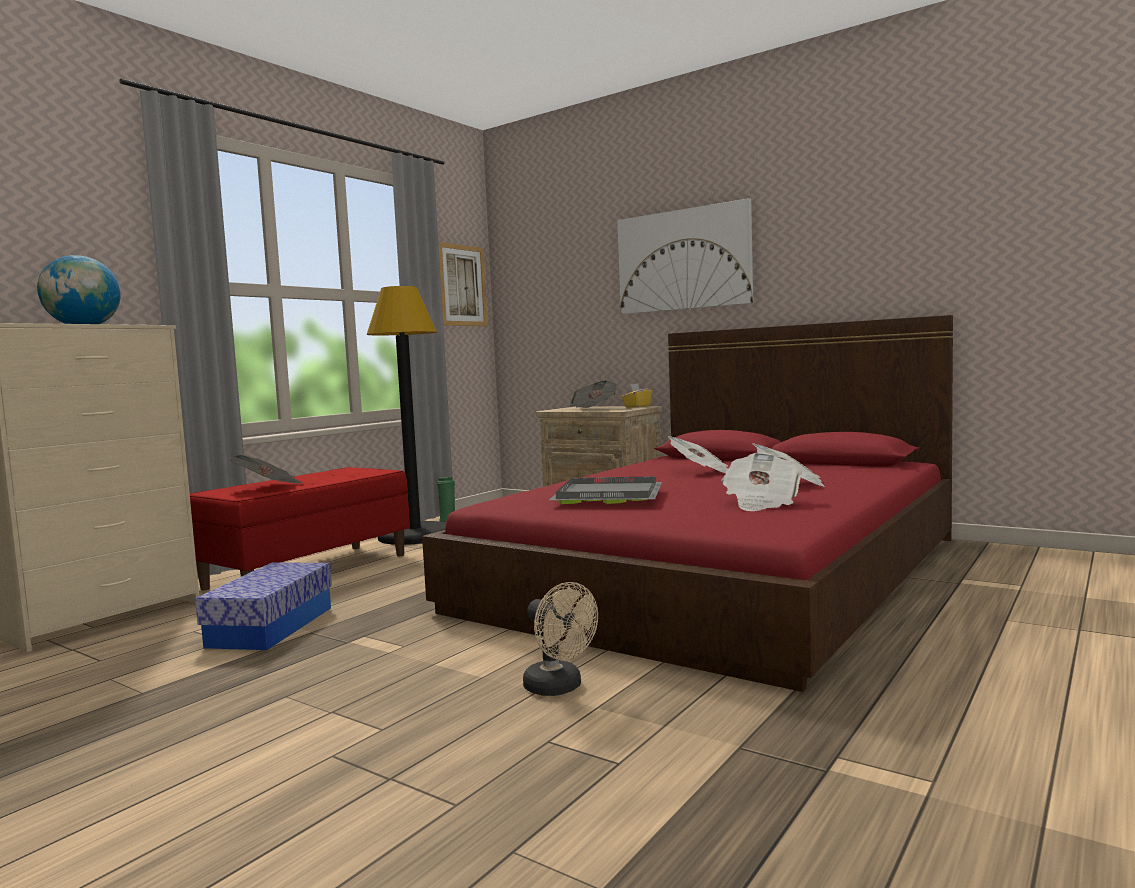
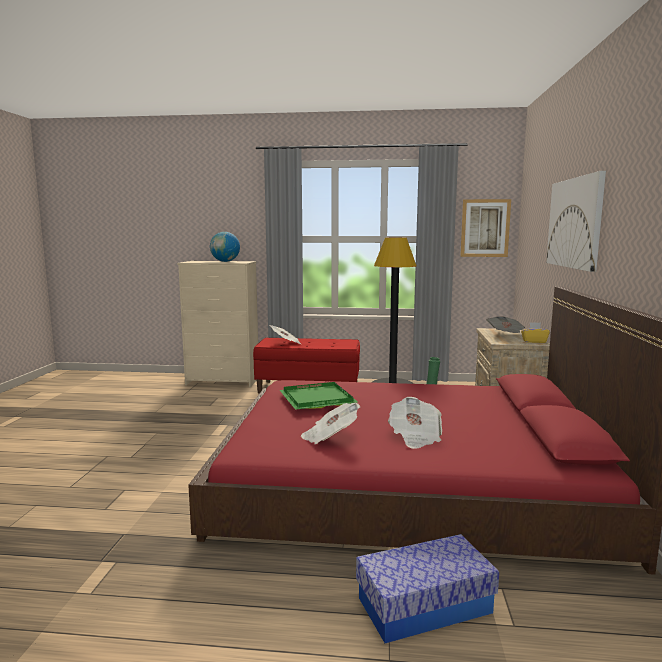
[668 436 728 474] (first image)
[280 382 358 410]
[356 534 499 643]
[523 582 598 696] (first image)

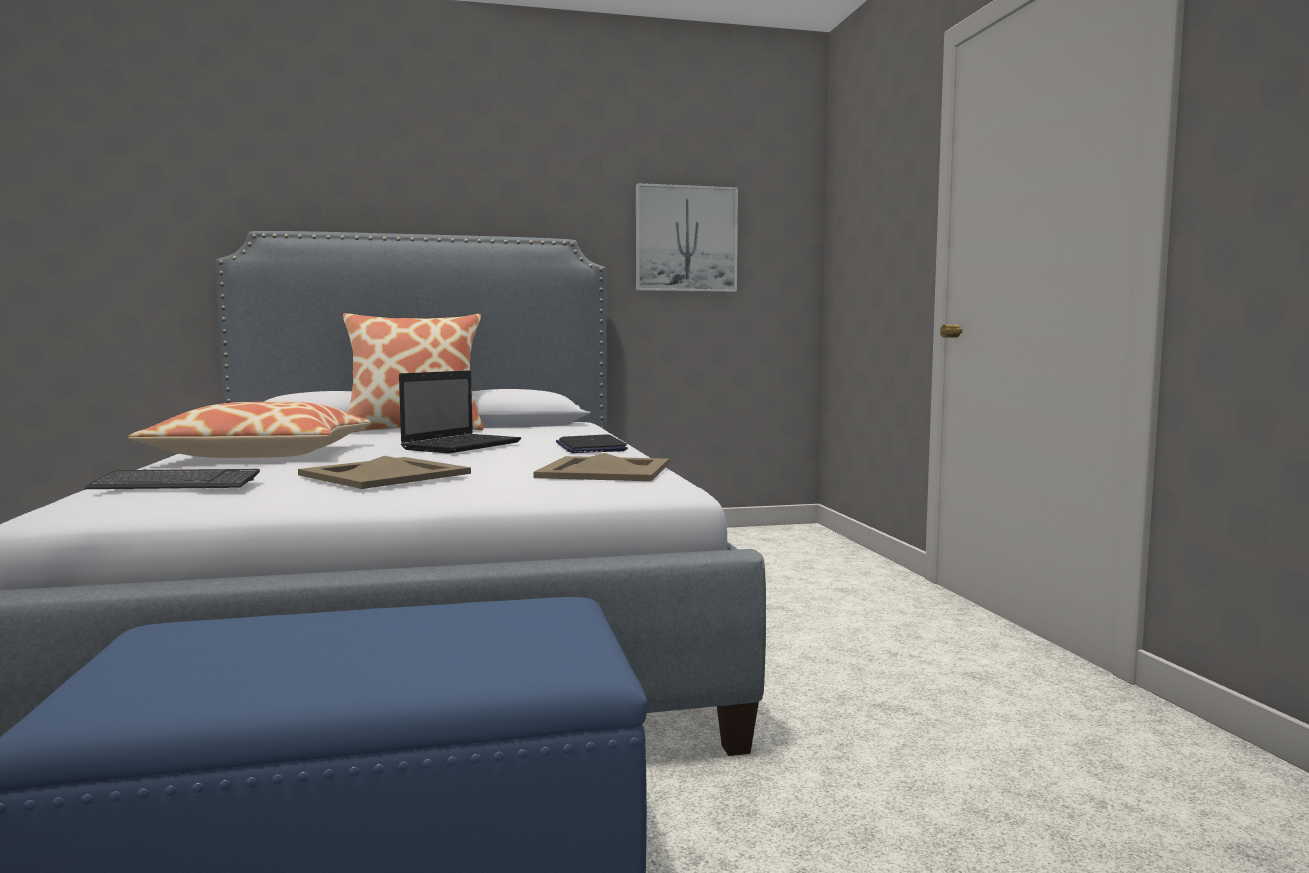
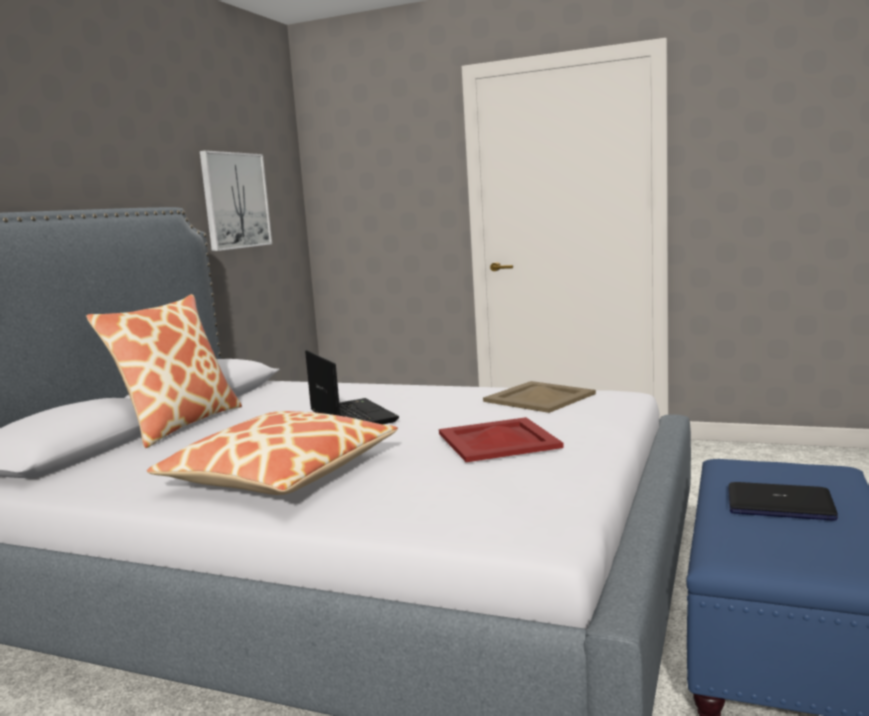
[728 482 838 521]
[439 417 564 462]
[85 469 260 489] (first image)

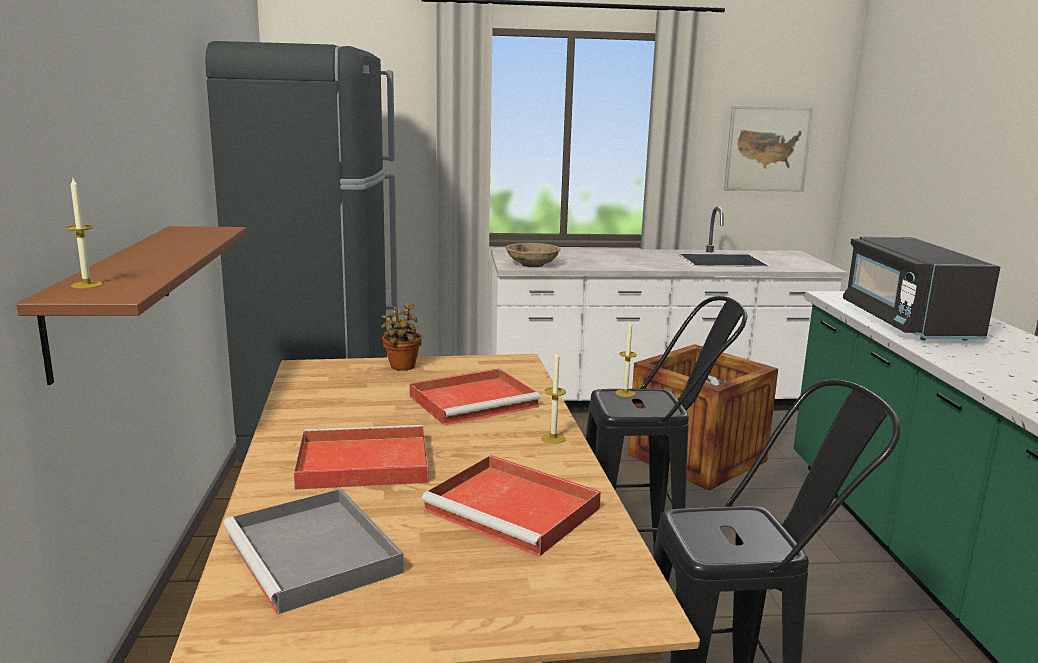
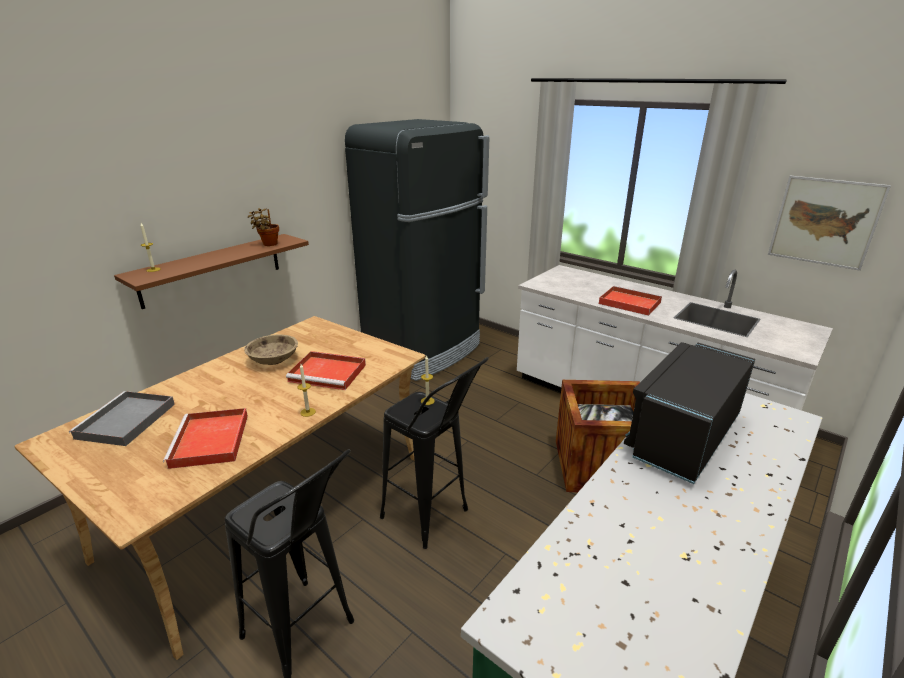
[244 334 298 365]
[248 208 279 246]
[599 286 662 316]

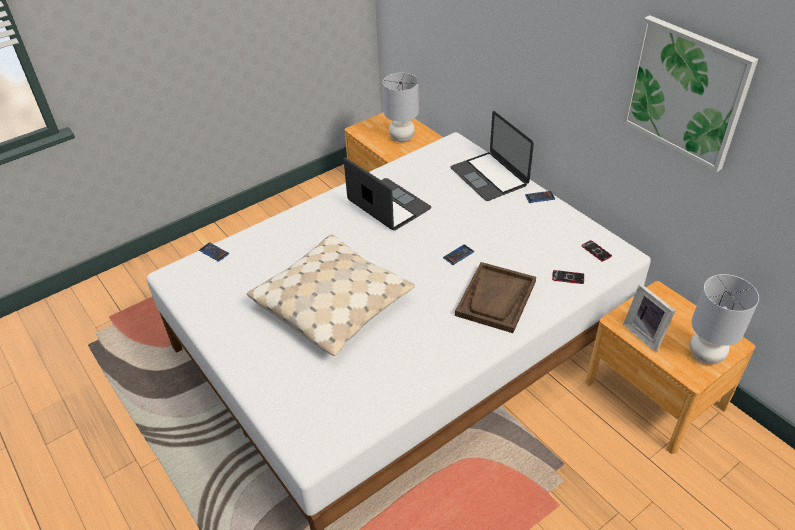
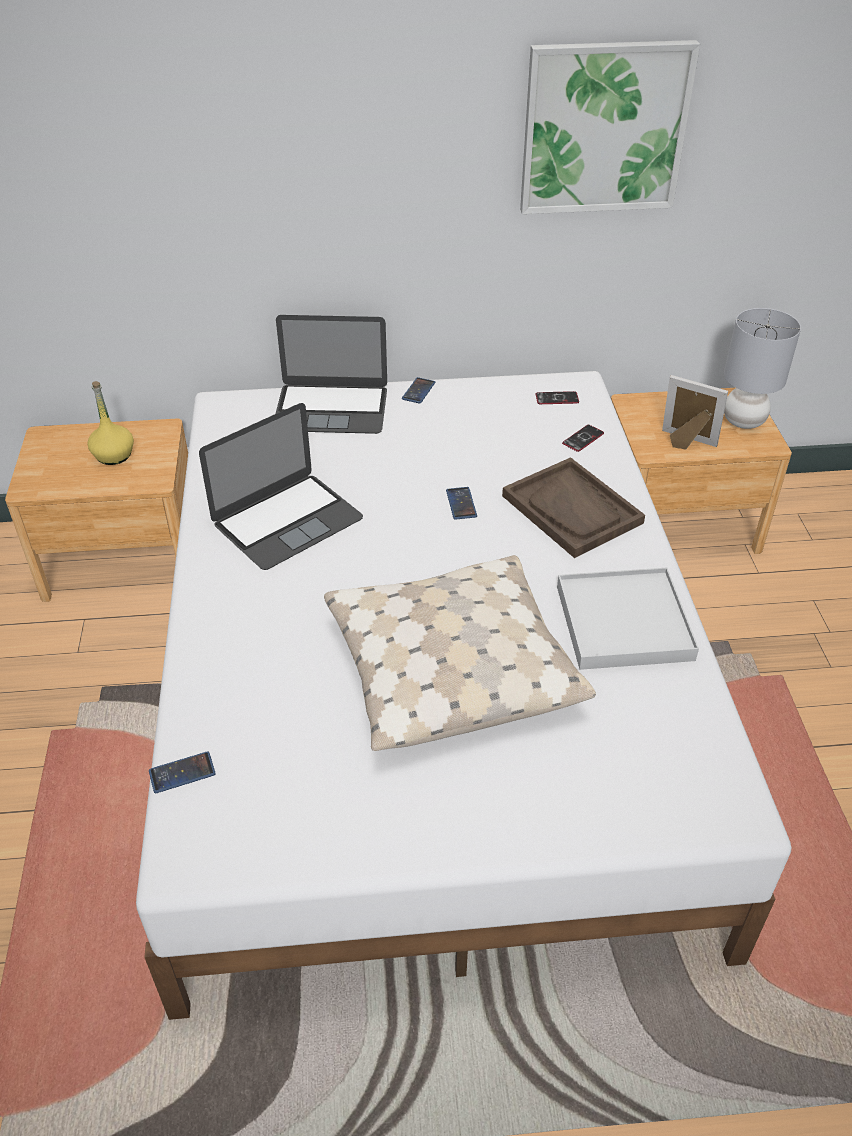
[87 381 134 465]
[199 403 363 570]
[662 375 728 449]
[557 568 699 670]

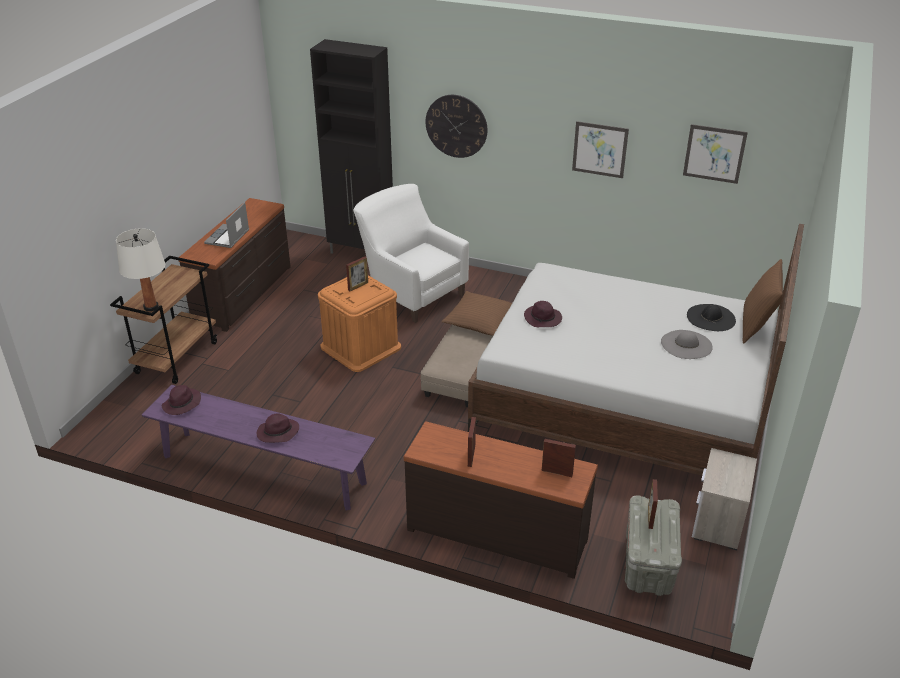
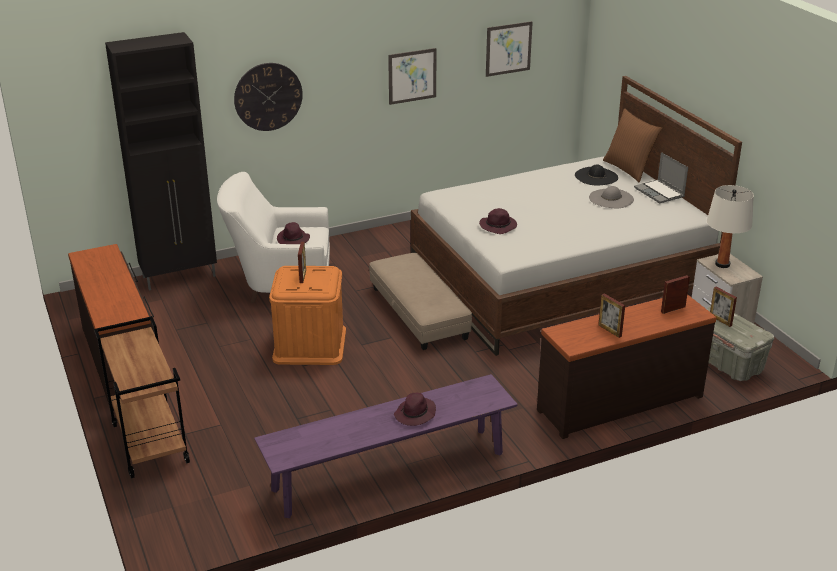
[634 152 688 203]
[707 185 754 268]
[442 291 512 336] (first image)
[277 222 310 244]

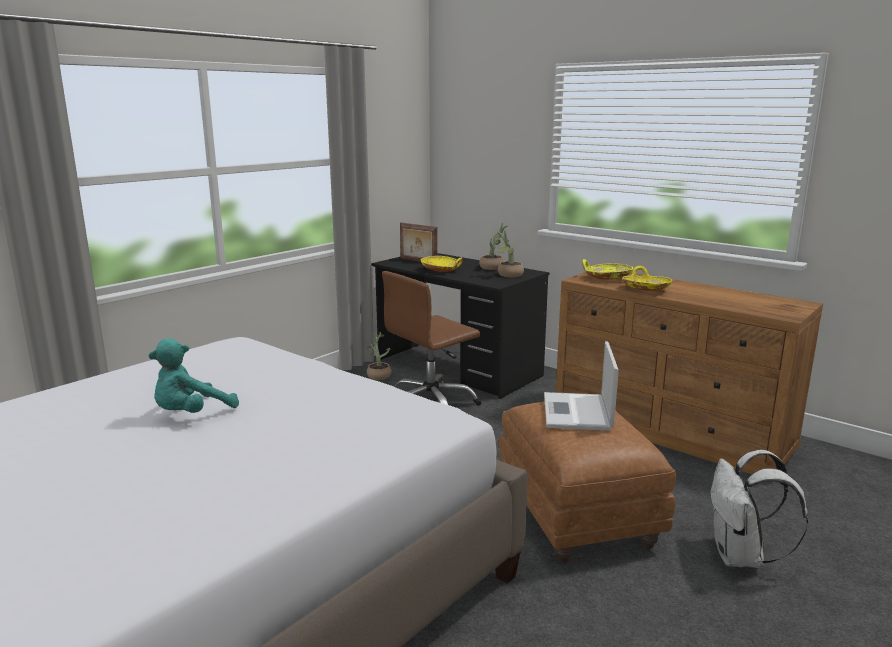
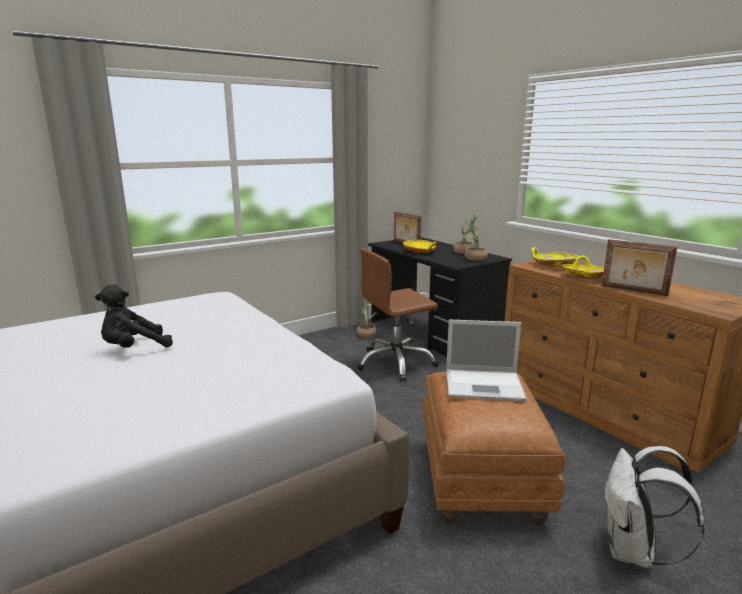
[95 284 173 348]
[446 320 527 401]
[602 239 677 296]

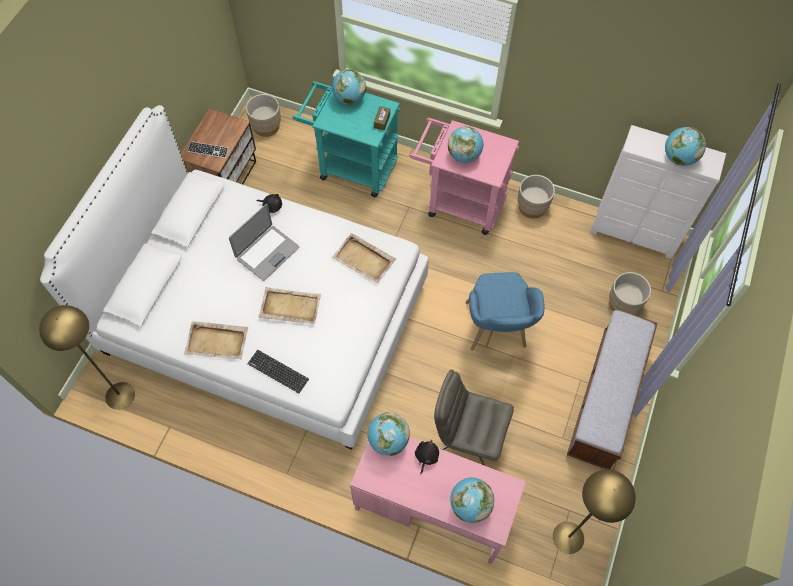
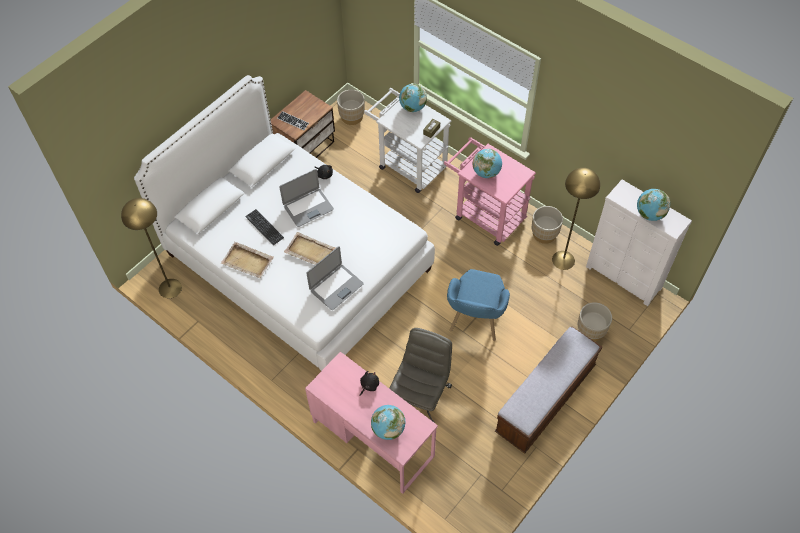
[364 88 452 193]
[332 233 396 283] (first image)
[245 209 284 245]
[389 328 452 423]
[367 412 410 456] (first image)
[552 168 600 270]
[306 246 364 310]

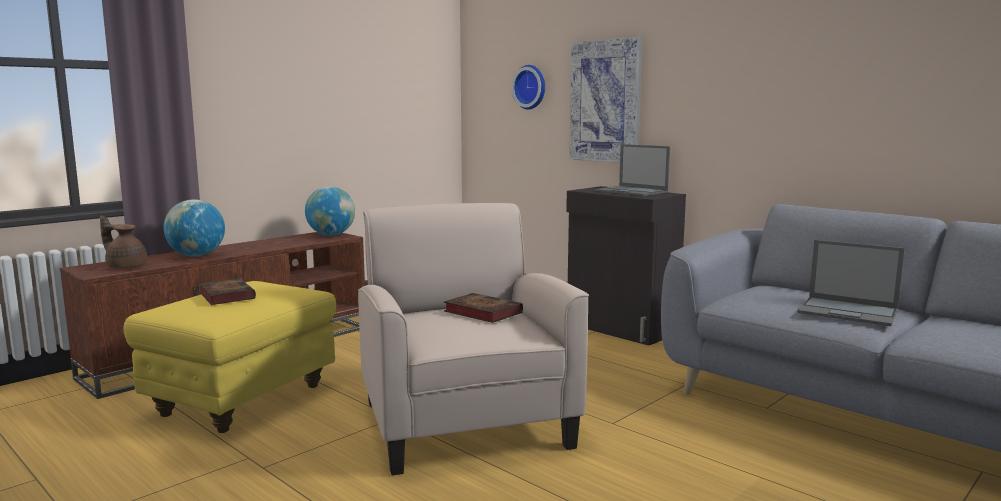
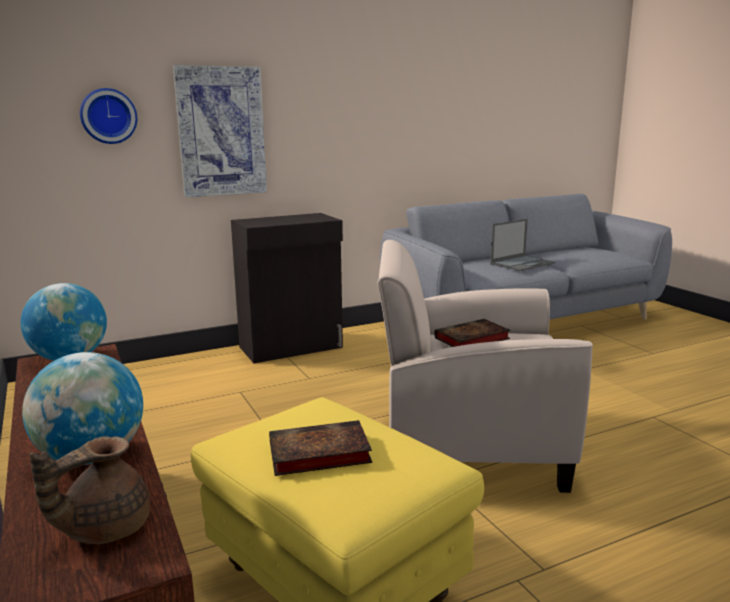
[595 144 670 196] (first image)

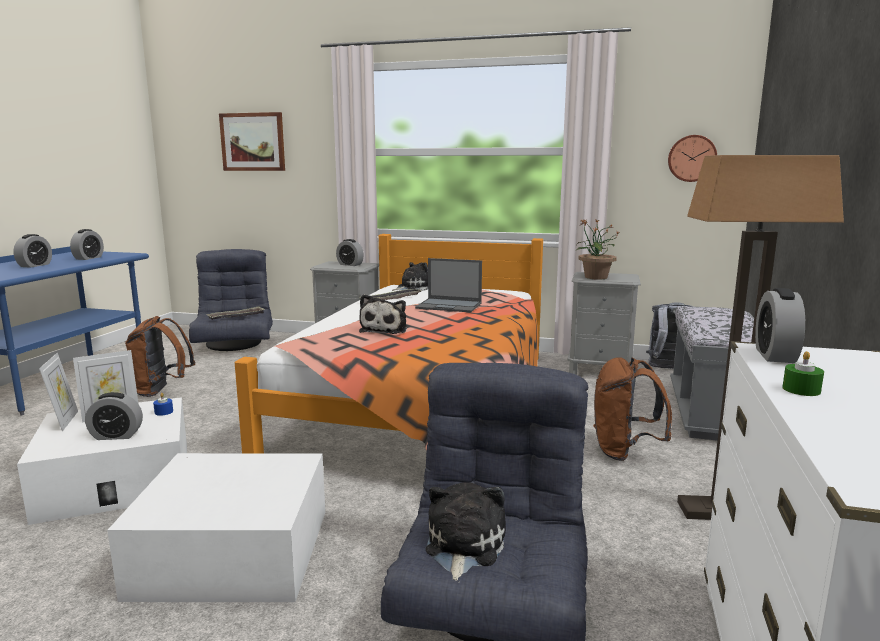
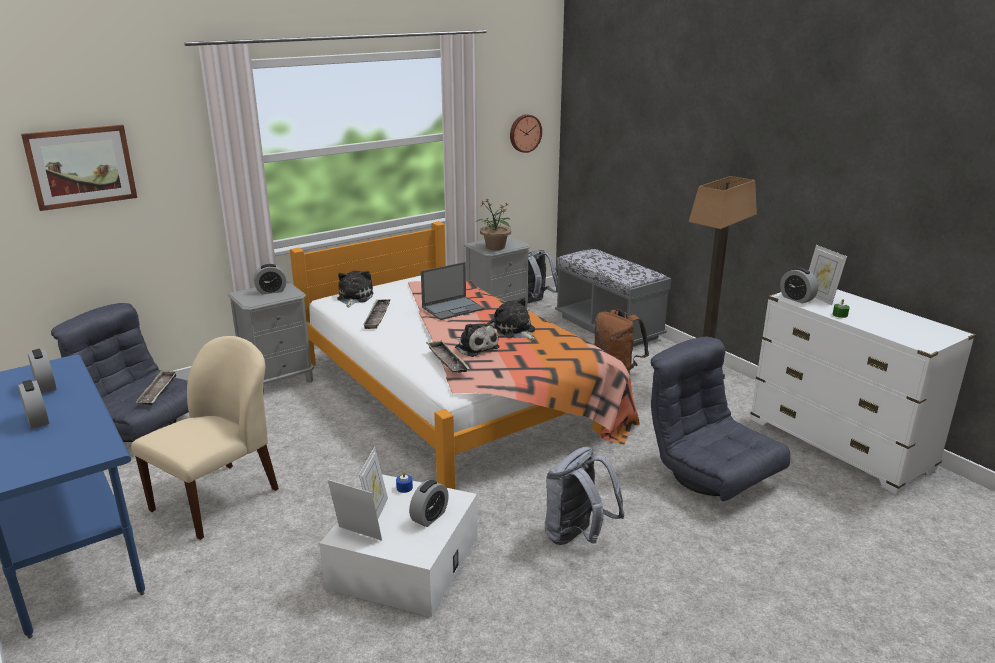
[131 336 279 540]
[545 447 625 545]
[494 297 535 340]
[809 245 847 305]
[427 340 470 373]

